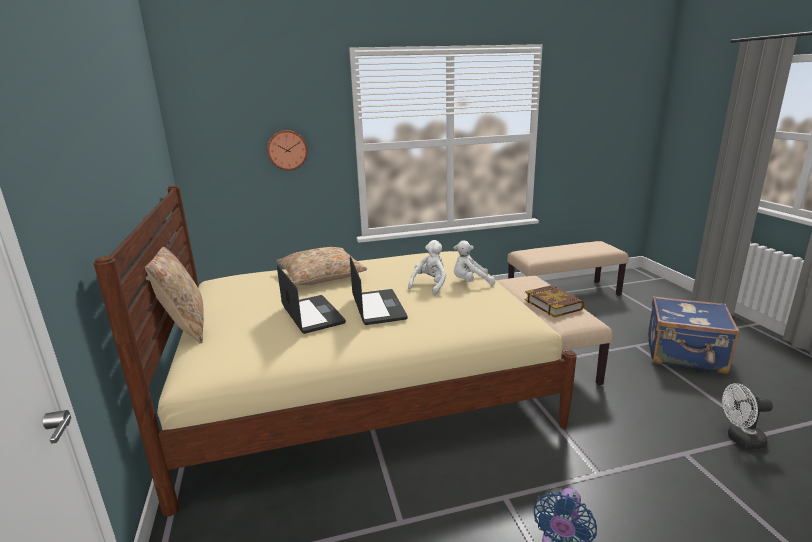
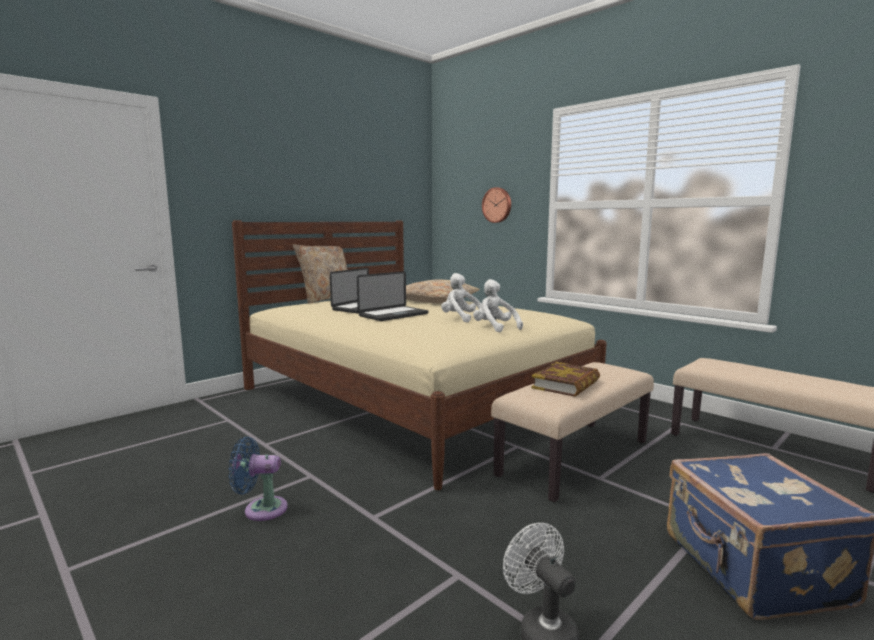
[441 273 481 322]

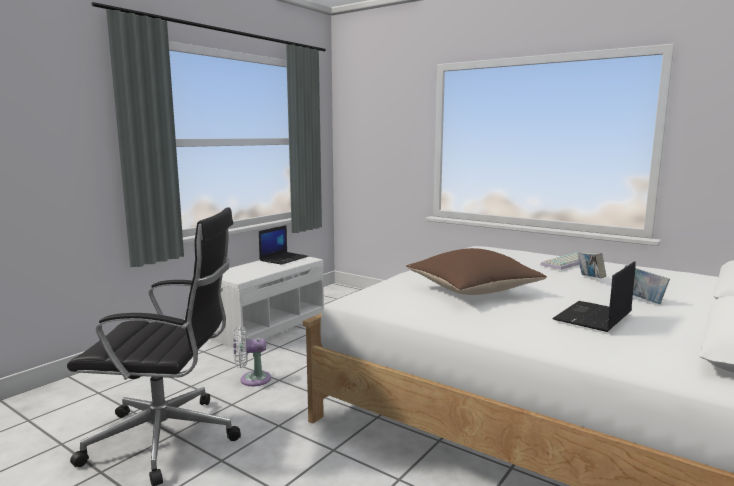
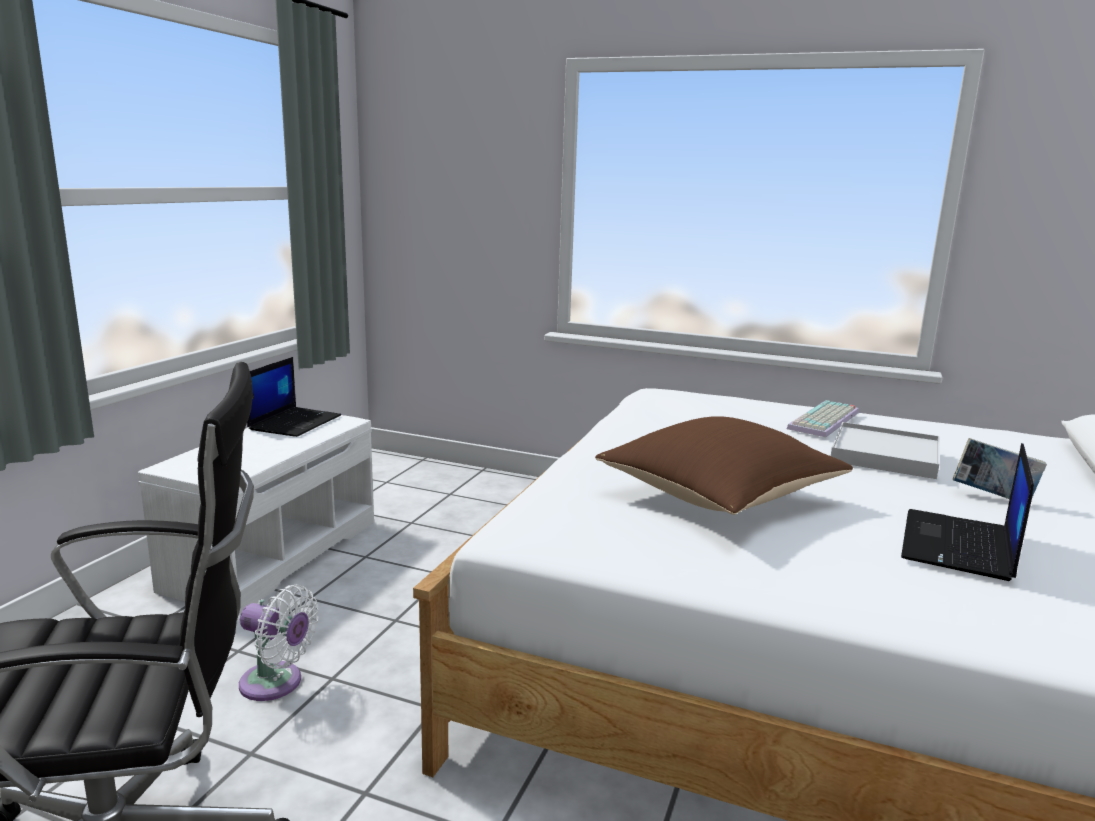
[831 422 940 479]
[239 585 318 701]

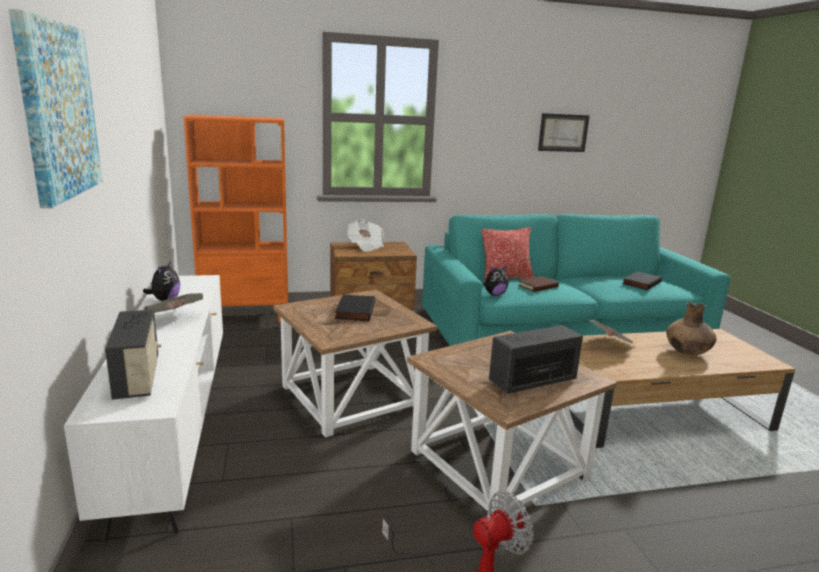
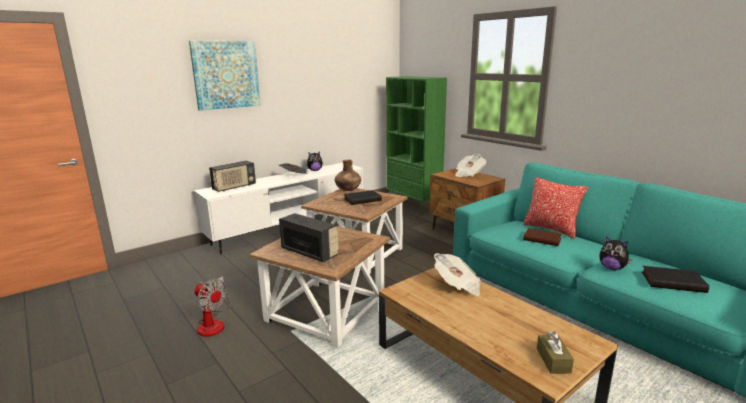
[538 113 590 152] (first image)
[386 76 447 214]
[600 236 633 270]
[335 160 361 191]
[537 331 574 374]

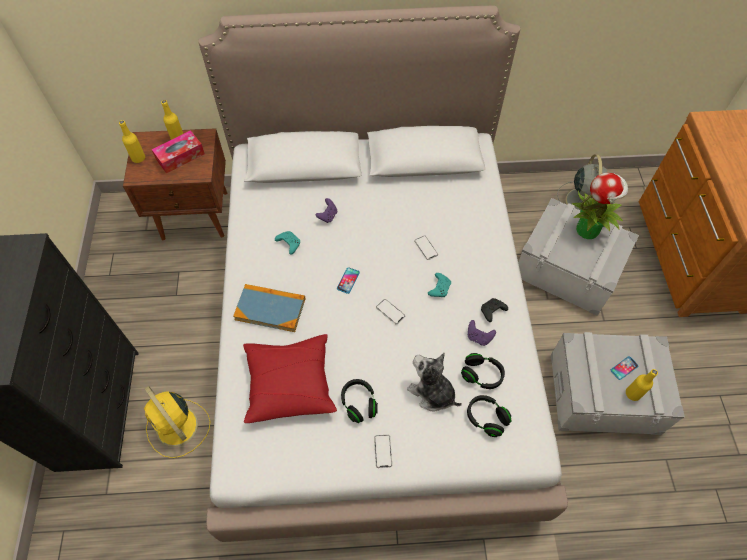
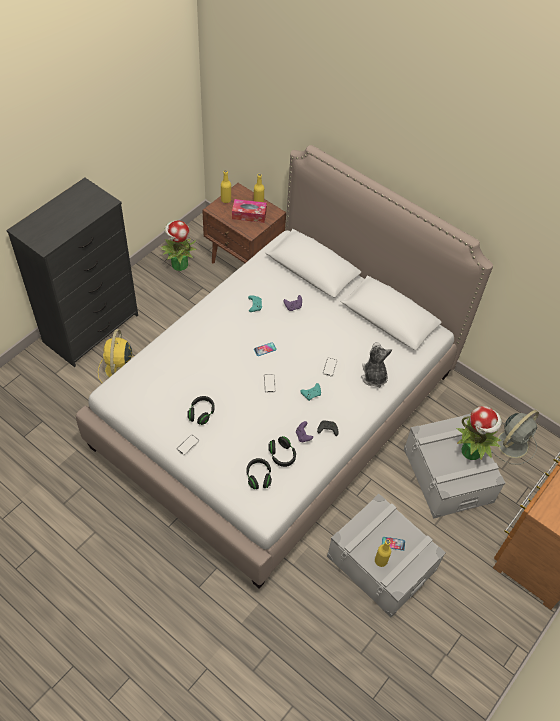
[233 284 305 332] (first image)
[243 334 337 423] (first image)
[361 342 392 388]
[160 220 197 271]

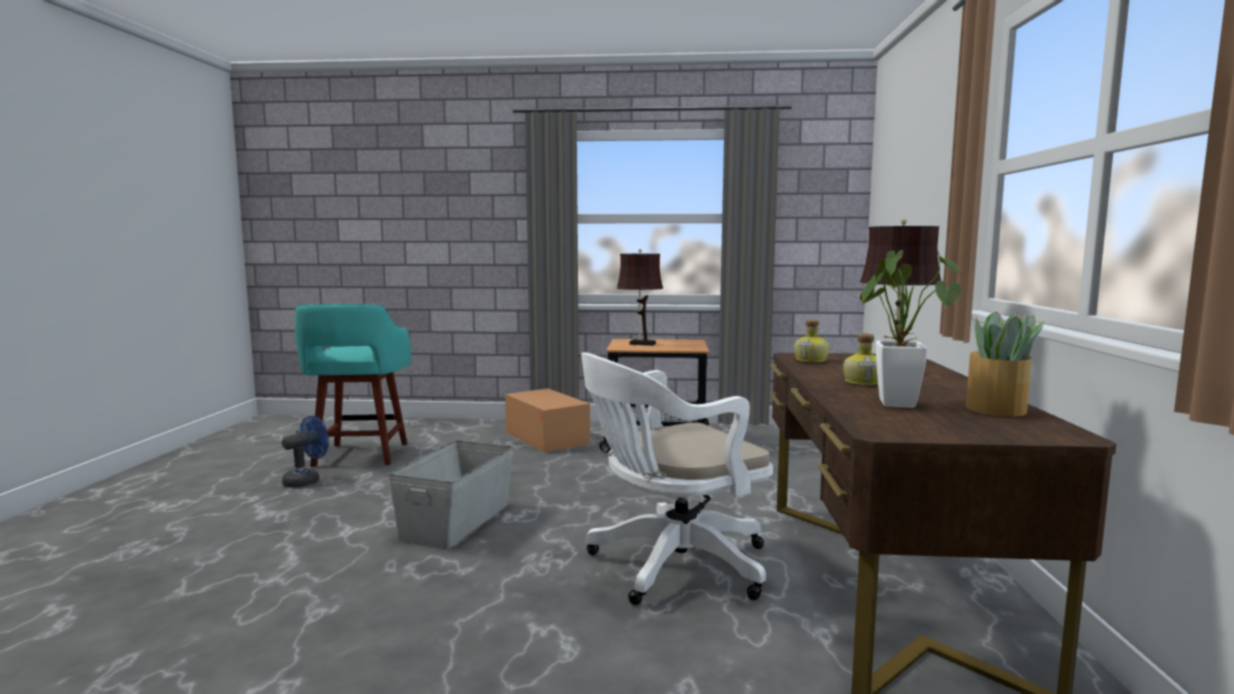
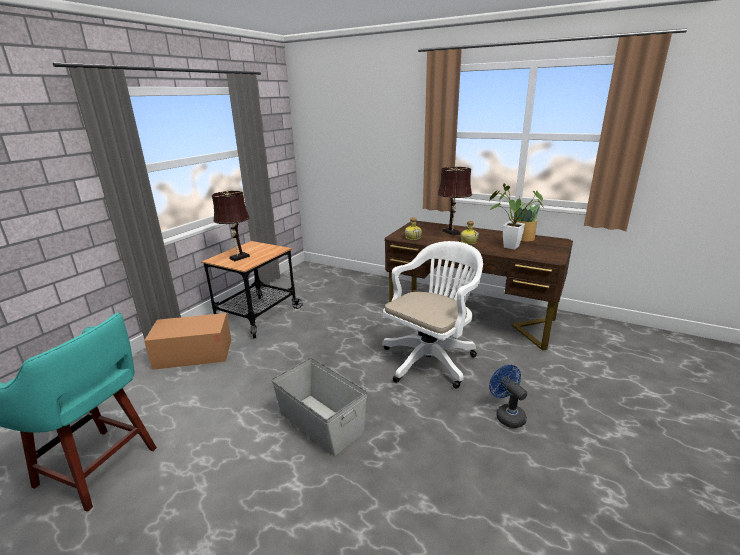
[382 241 483 389]
[489 365 527 428]

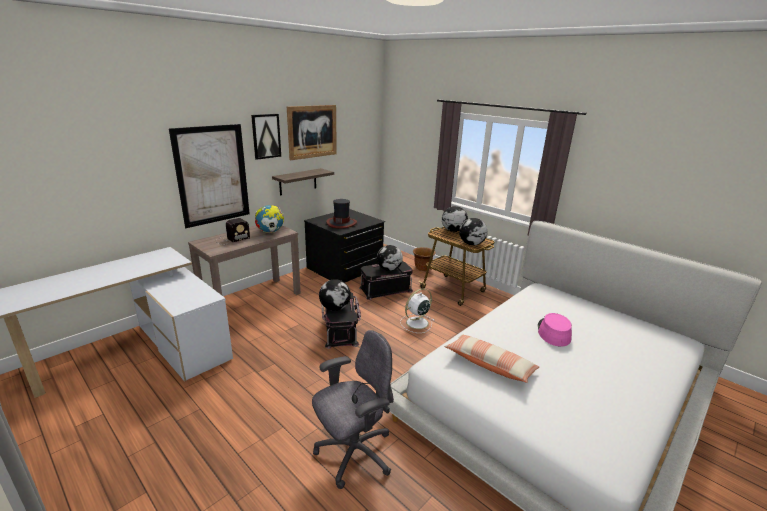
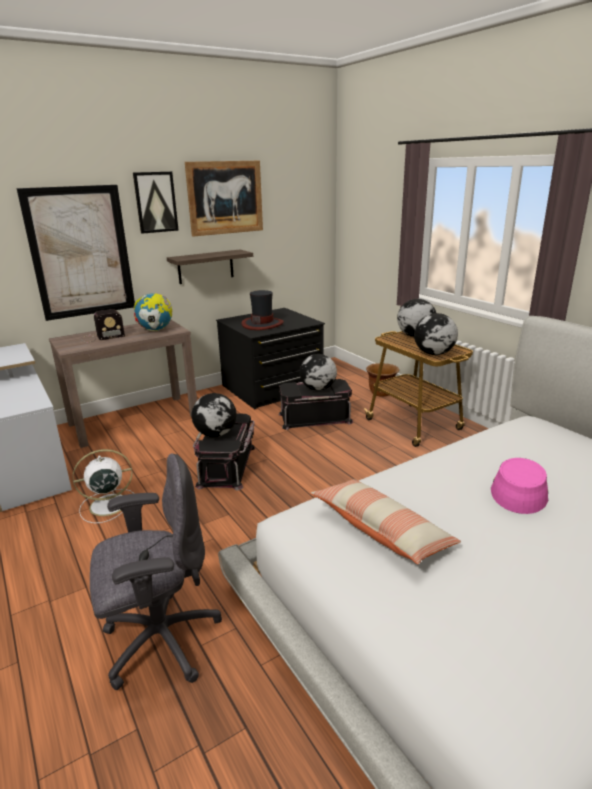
[73 449 135 523]

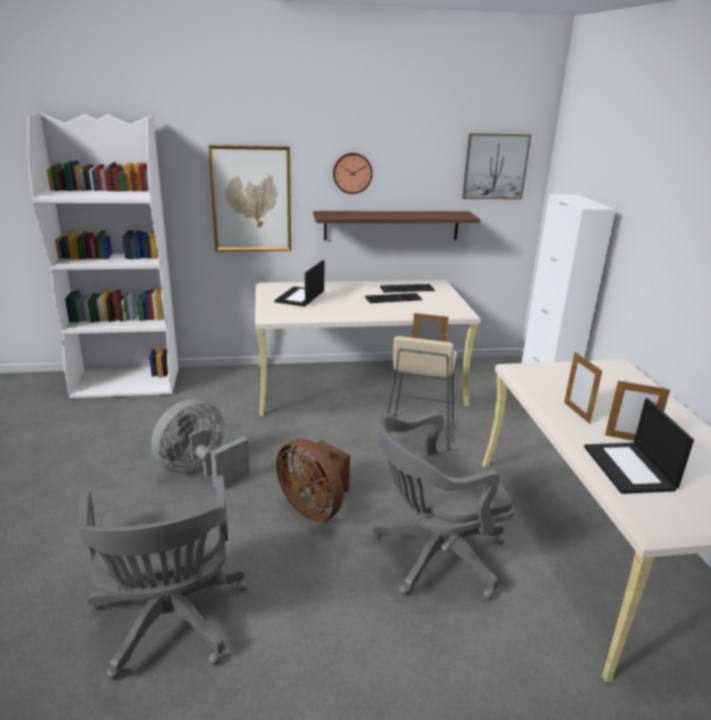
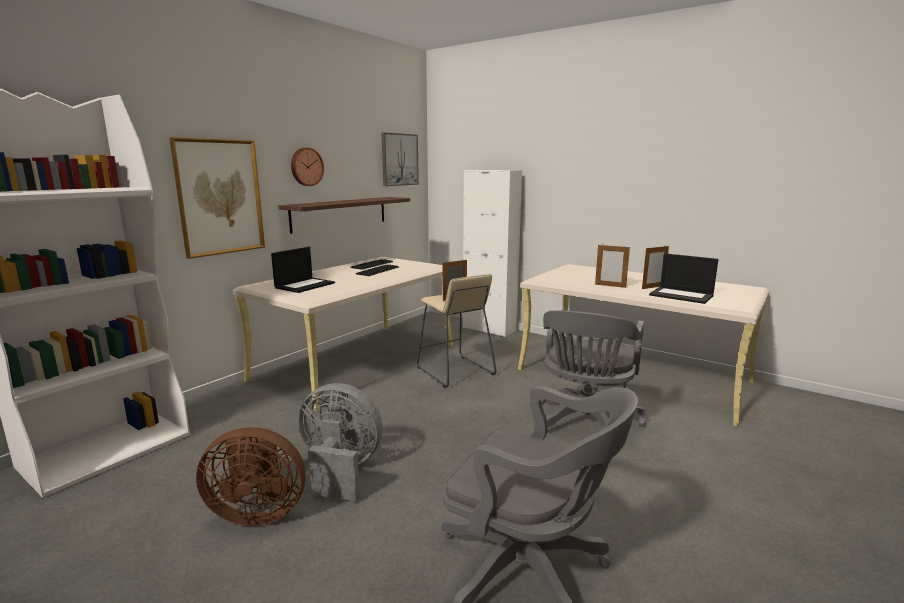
[271 247 335 293]
[298 383 383 501]
[196 427 306 526]

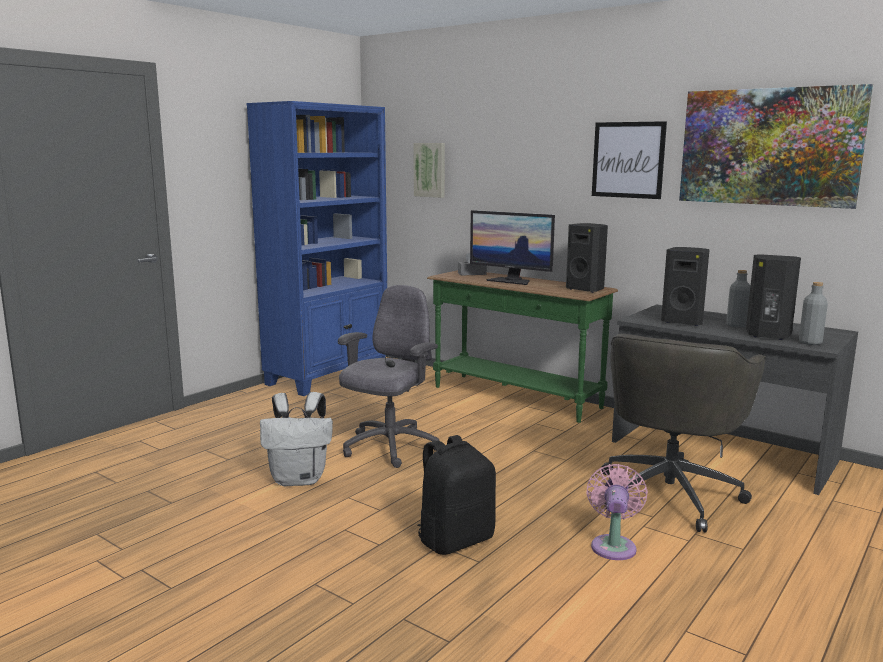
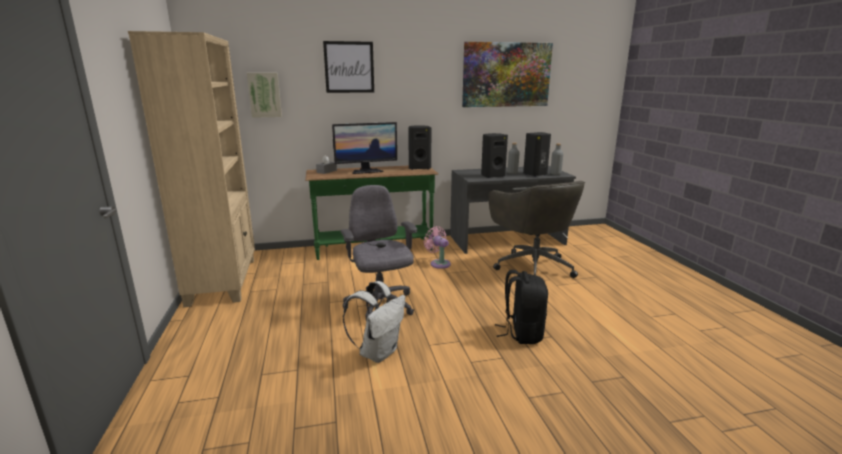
[128 31 255 308]
[323 41 374 93]
[424 226 451 269]

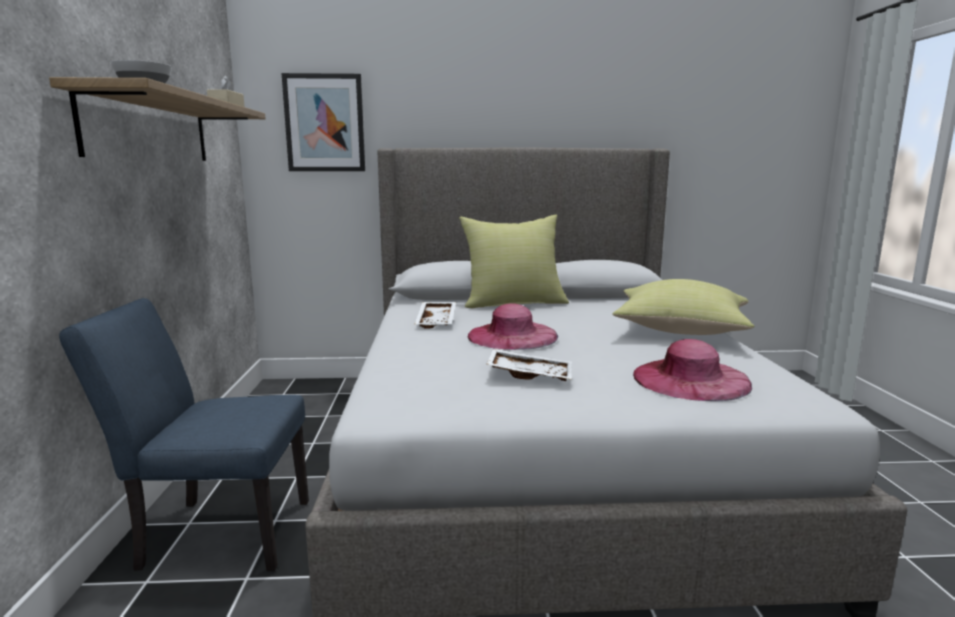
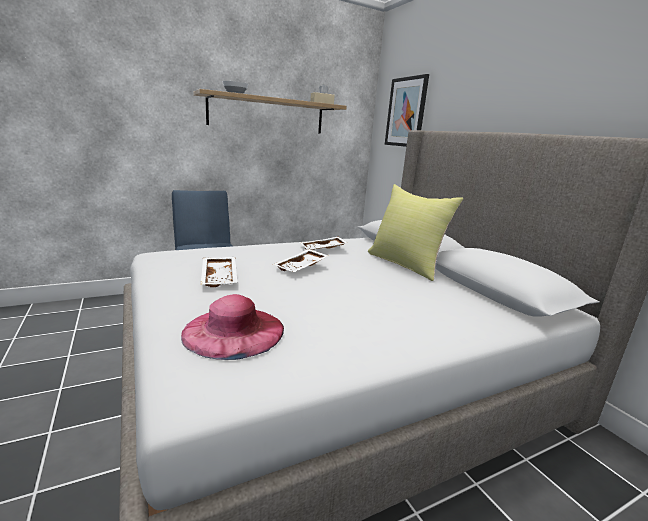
[612 279 755 335] (first image)
[273 249 329 272]

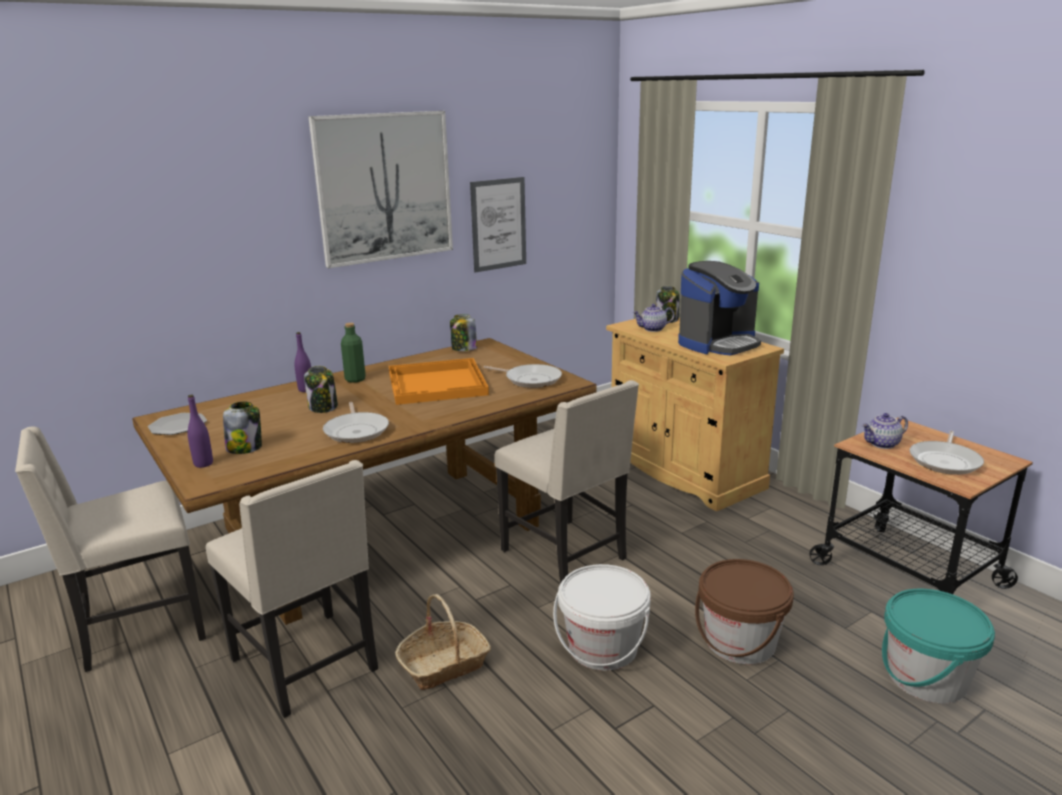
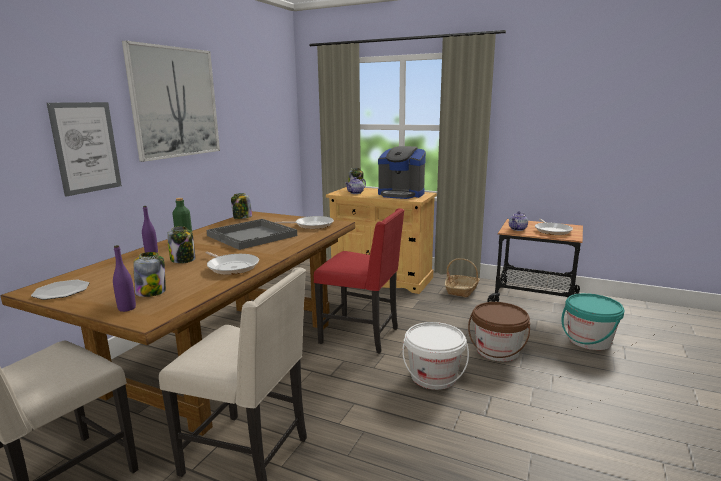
[47 102 122 197]
[378 146 426 199]
[207 219 297 250]
[314 208 405 354]
[445 258 480 297]

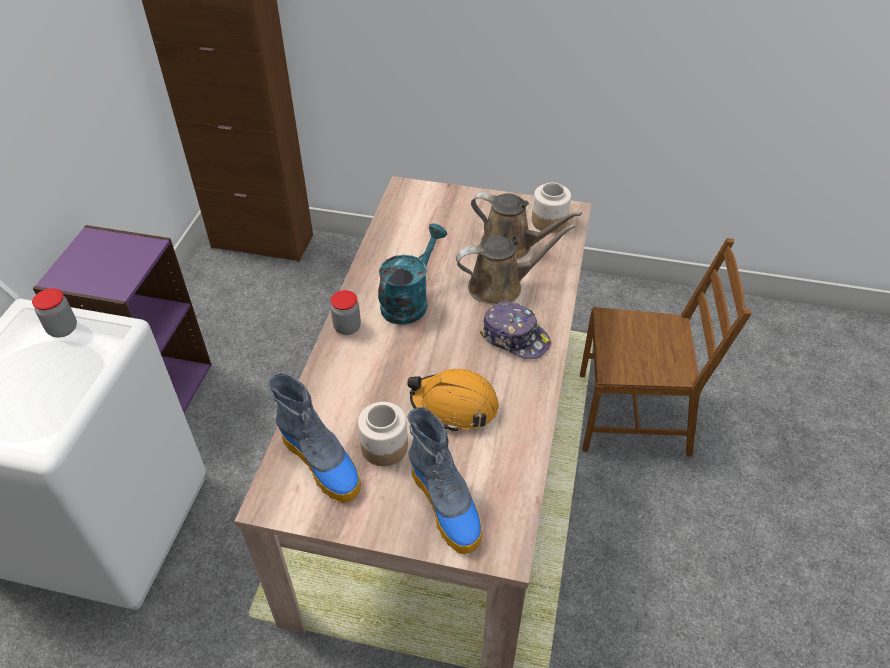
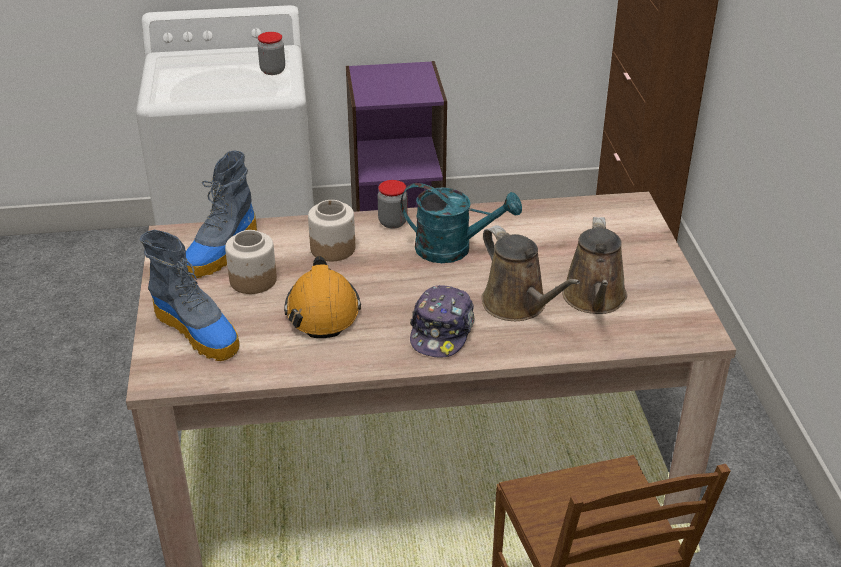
[308 200 355 261]
[139 229 240 361]

